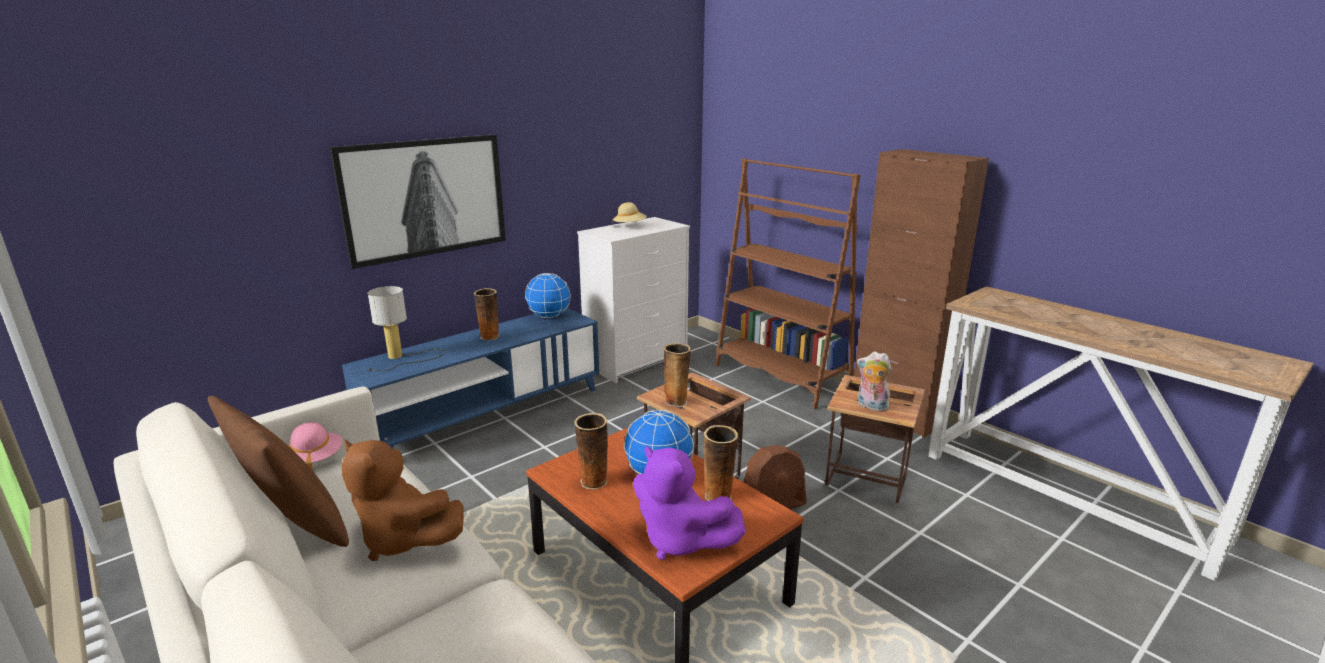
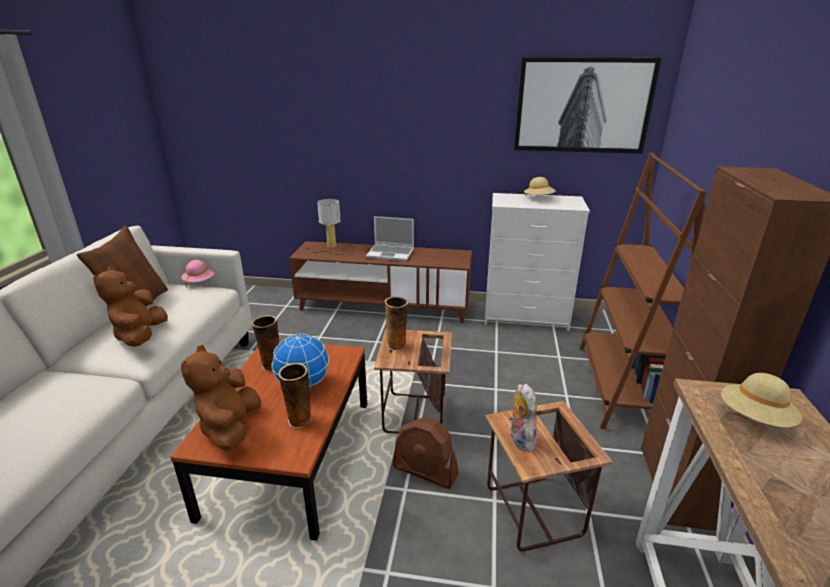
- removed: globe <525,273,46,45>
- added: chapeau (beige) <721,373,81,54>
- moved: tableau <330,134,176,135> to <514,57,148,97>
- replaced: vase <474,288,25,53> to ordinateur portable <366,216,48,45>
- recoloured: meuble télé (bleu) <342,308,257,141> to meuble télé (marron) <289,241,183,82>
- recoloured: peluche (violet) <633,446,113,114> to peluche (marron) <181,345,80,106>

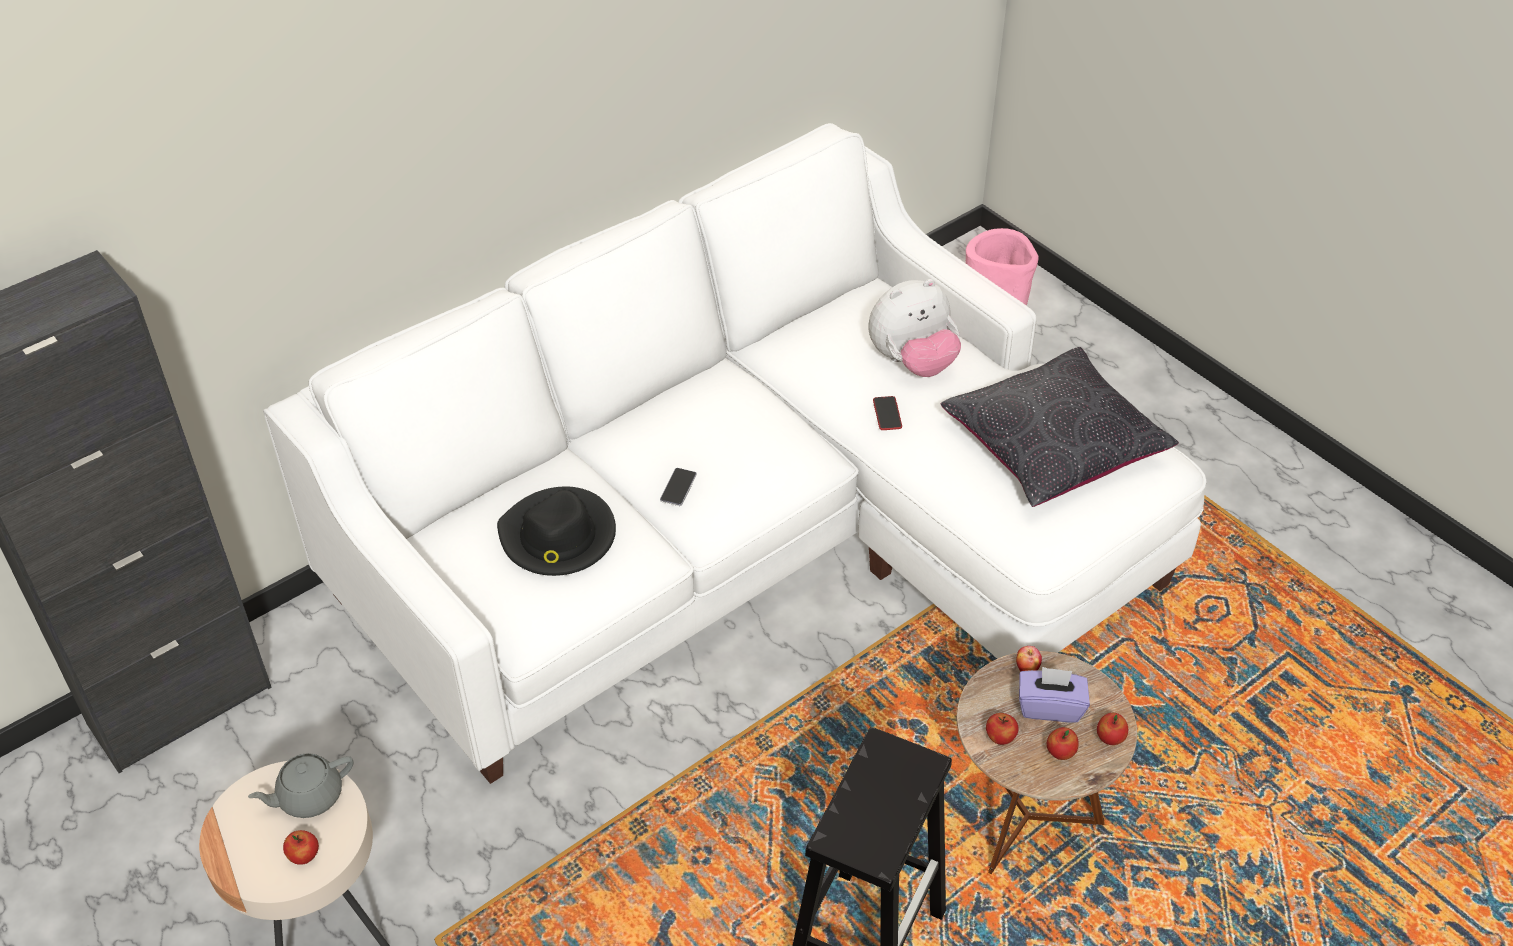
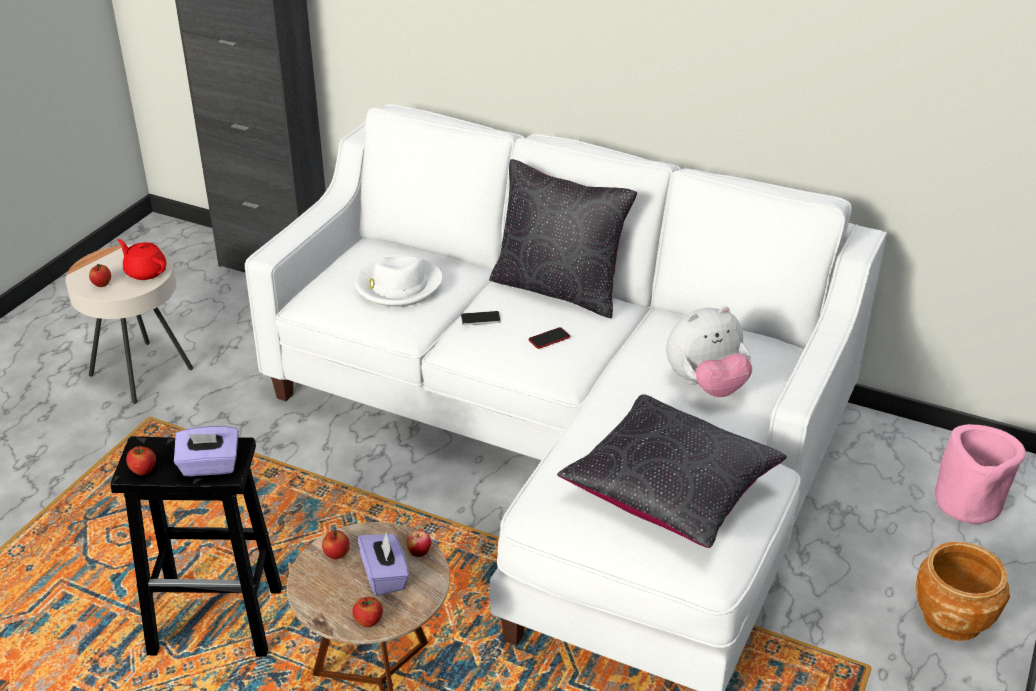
- added: boîte à mouchoirs (violet) <174,426,65,50>
- added: coussin (noir) <489,159,148,159>
- added: cache-pot (marron) <915,542,95,99>
- moved: téléphone <873,396,29,34> to <529,327,41,22>
- moved: pomme <1047,727,32,33> to <126,446,30,29>
- recoloured: théière (gris) <248,753,106,65> to théière (rouge) <118,239,48,41>
- recoloured: chapeau (noir) <497,486,119,90> to chapeau (blanc) <355,254,87,53>
- turned: peluche <868,279,93,98> = <666,306,86,91> 60 degrees counterclockwise

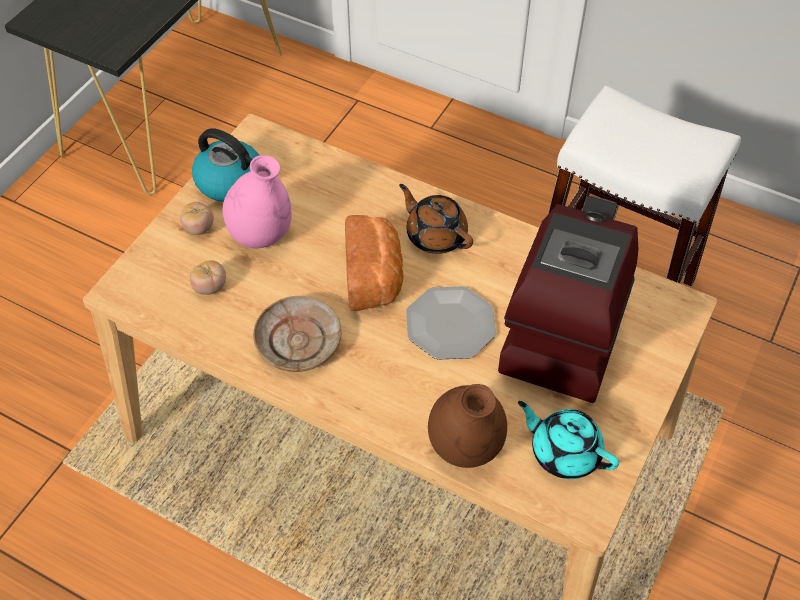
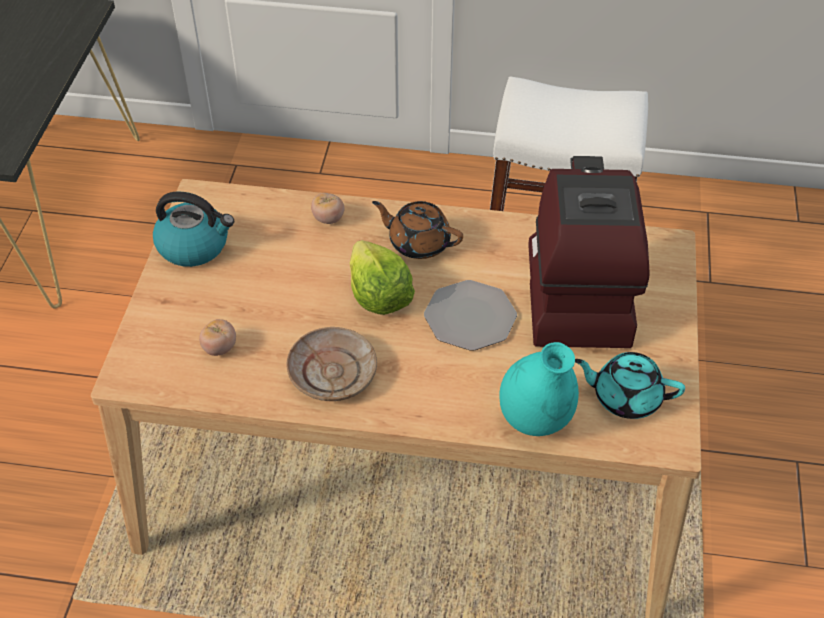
- removed: vase (rose) <223,155,69,94>
- moved: tomate <180,202,34,33> to <311,193,34,31>
- replaced: pain <345,215,59,96> to laitue <350,240,65,75>
- recoloured: vase (marron) <428,384,79,84> to vase (turquoise) <500,342,79,94>

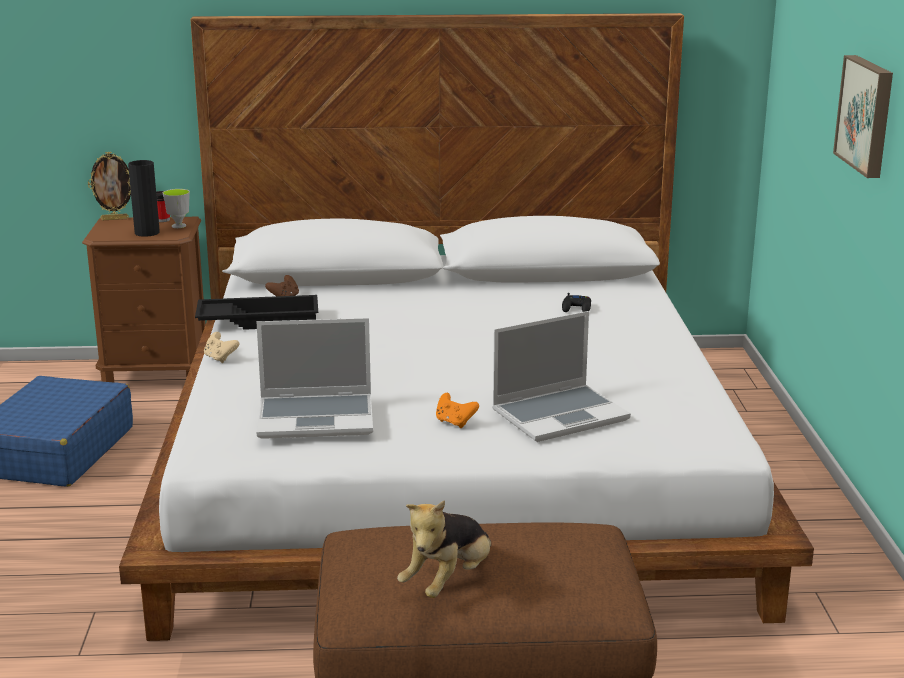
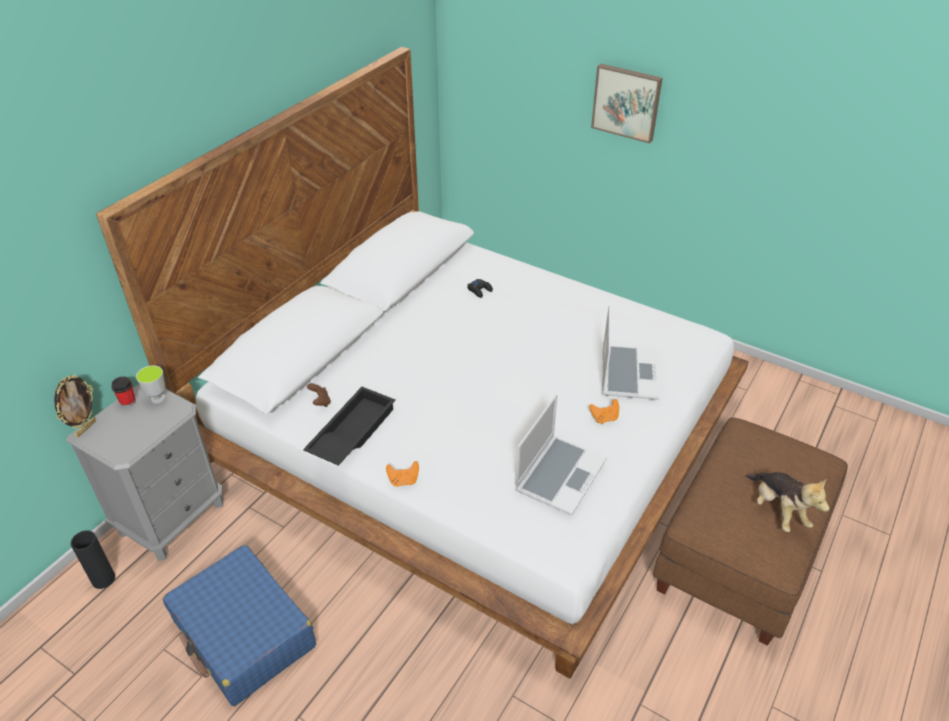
- moved: vase (noir) <128,160,32,77> to <71,530,44,59>
- recoloured: table de chevet (marron) <82,217,124,165> to table de chevet (gris) <66,384,157,177>
- recoloured: manette (beige) <204,332,35,31> to manette (orange) <386,461,33,26>

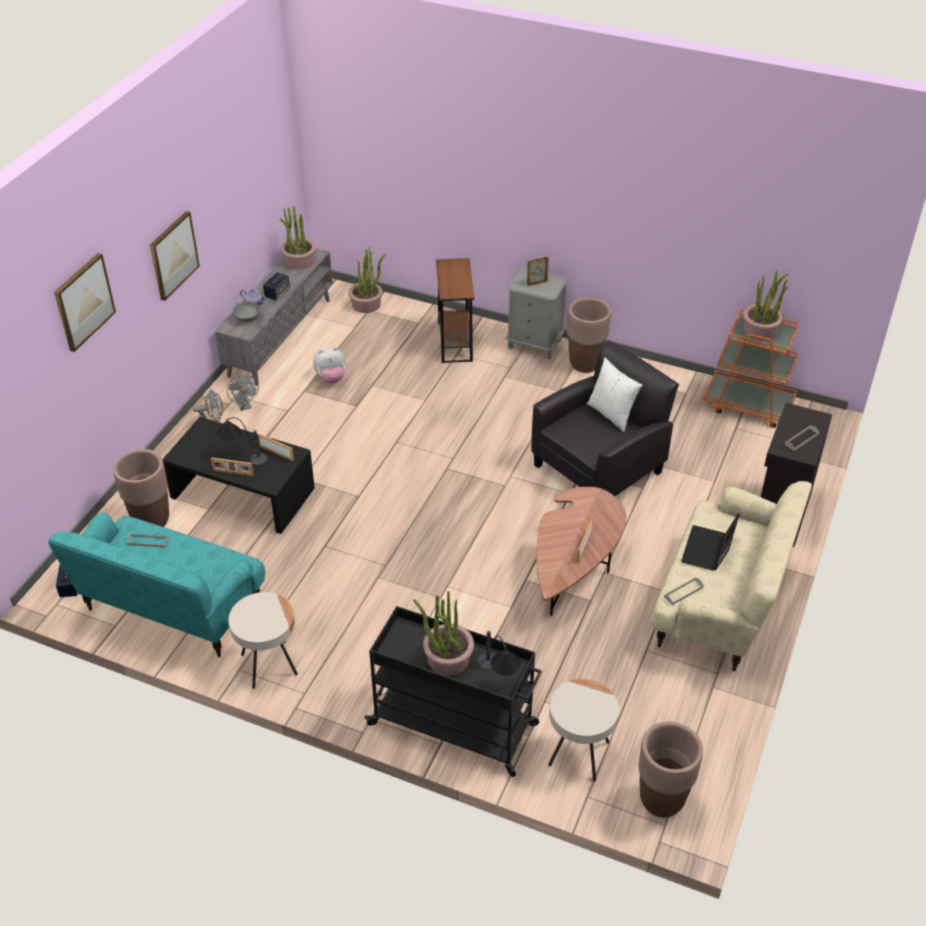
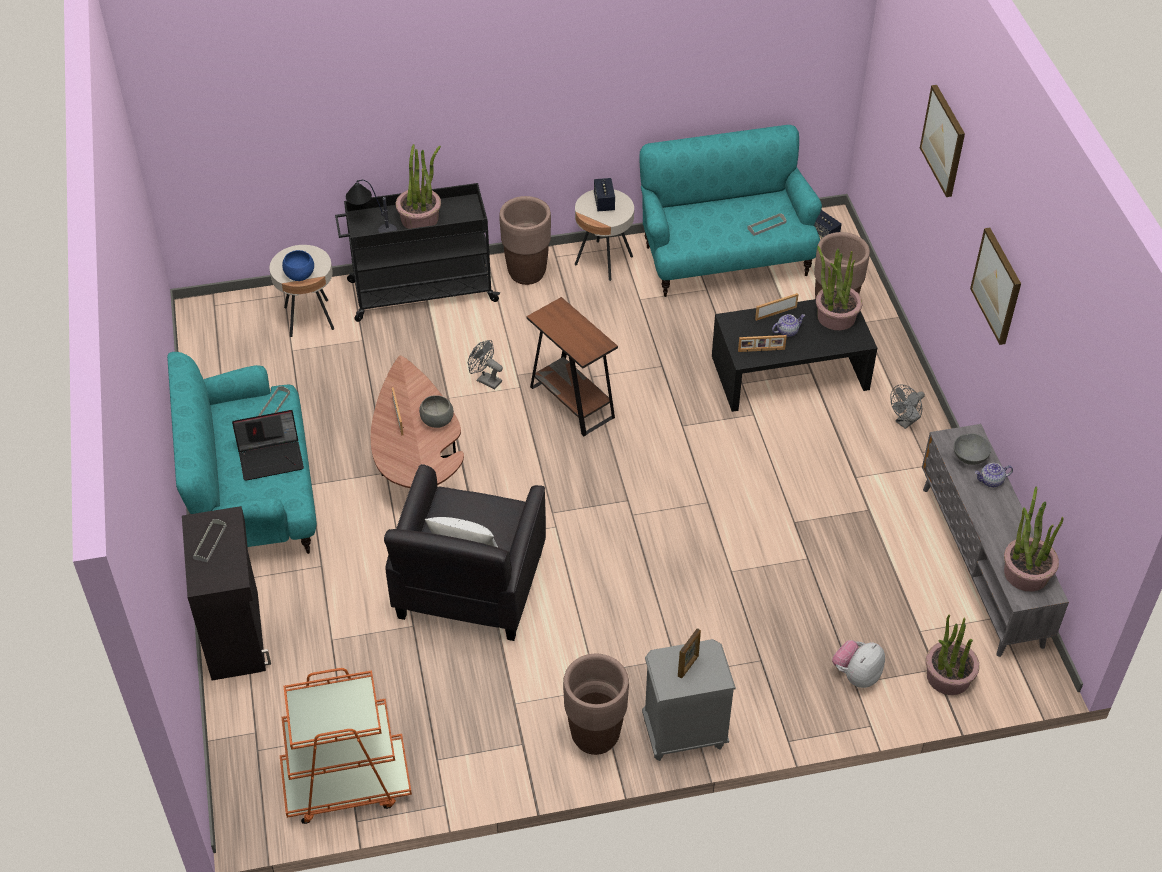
- added: bol (bleu) <282,250,32,31>
- added: bol (gris) <419,395,35,33>
- moved: ventilateur (gris) <227,375,32,36> to <468,340,35,49>
- moved: enceinte <263,273,27,27> to <594,178,21,33>
- moved: peluche <313,347,32,37> to <832,640,53,48>
- moved: table d'appoint (marron) <436,258,38,105> to <527,297,91,139>
- moved: cache-pot (marron) <639,722,64,95> to <499,196,52,89>
- moved: plante en pot <743,271,45,69> to <816,246,47,84>
- replaced: lampe de table <217,417,51,48> to théière <772,314,33,23>
- recoloured: canapé (beige) <651,481,161,190> to canapé (turquoise) <167,352,150,202>
- turned: ordinateur portable <681,513,58,58> = <232,410,72,71> 90 degrees clockwise

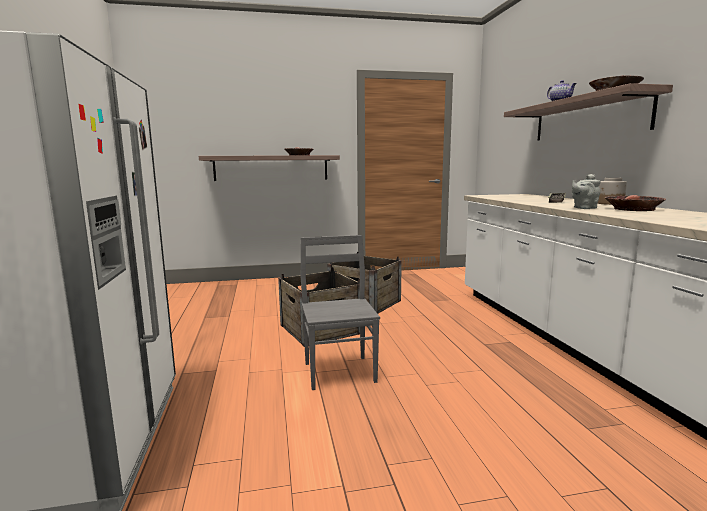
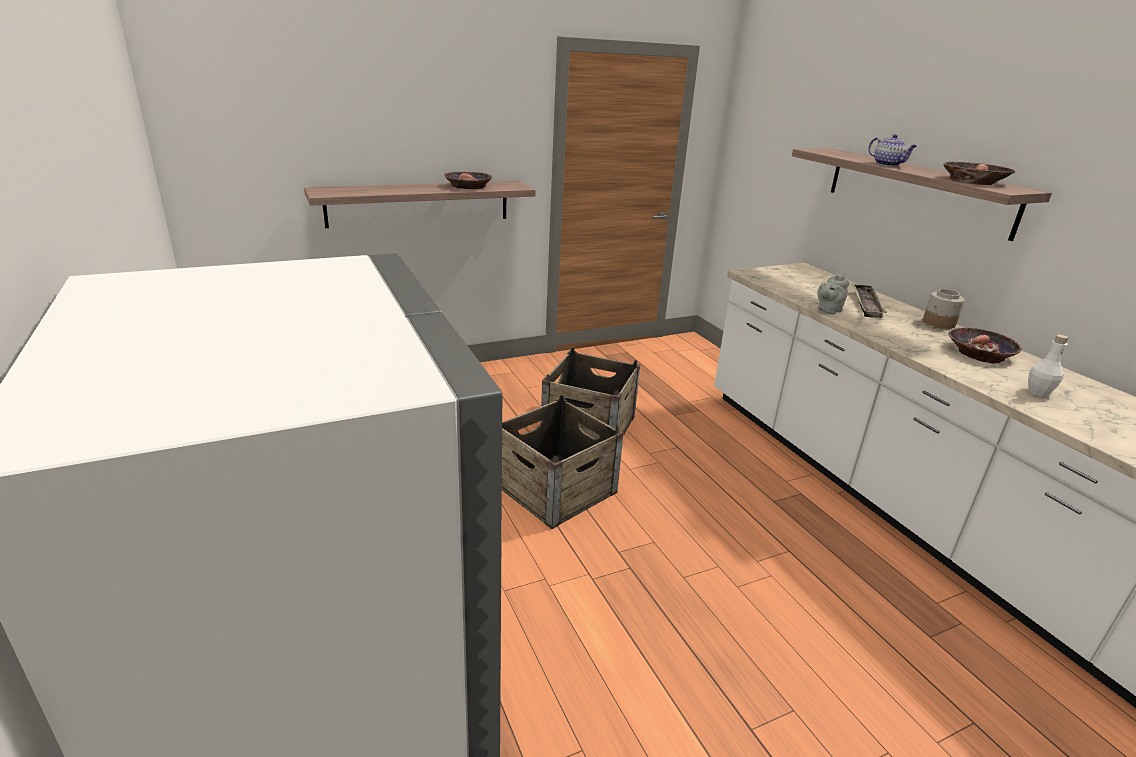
- removed: chaise (gris) <300,235,80,155>
- added: bouteille (blanc) <1028,334,40,63>
- moved: théière (gris) <572,174,29,35> to <817,273,33,42>

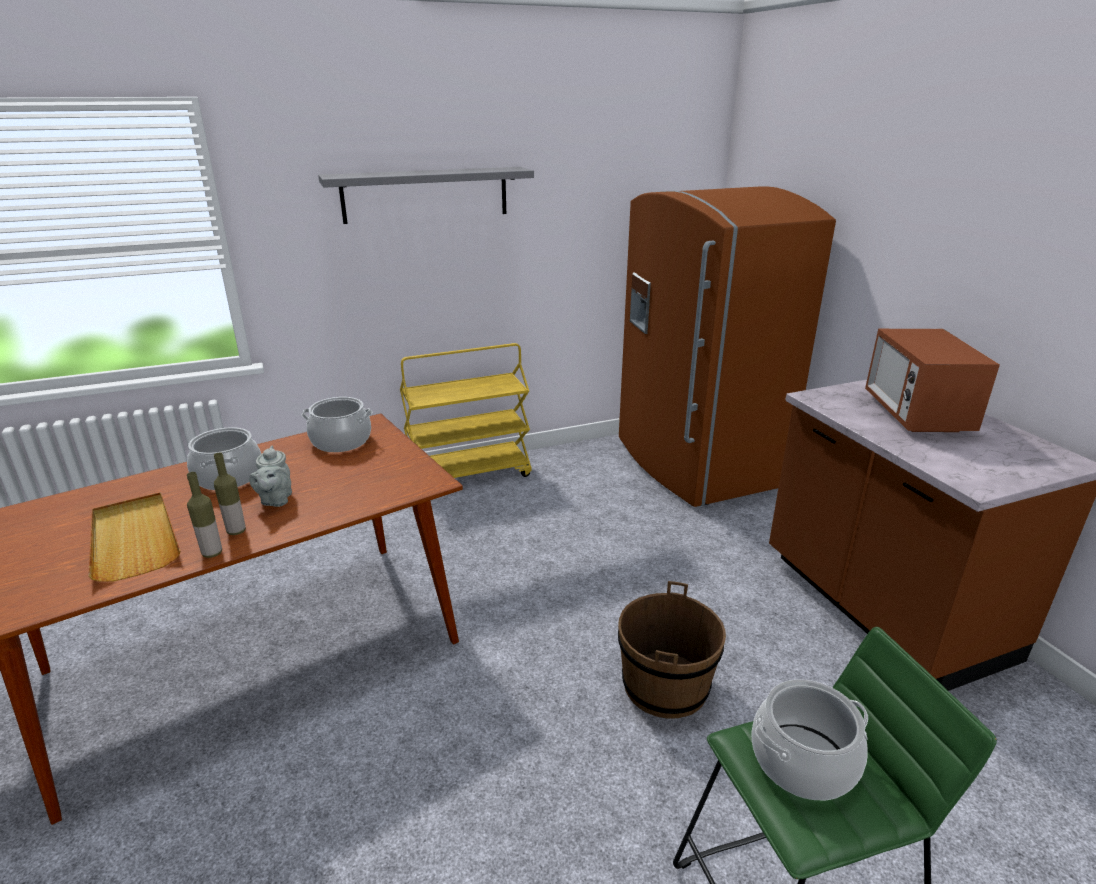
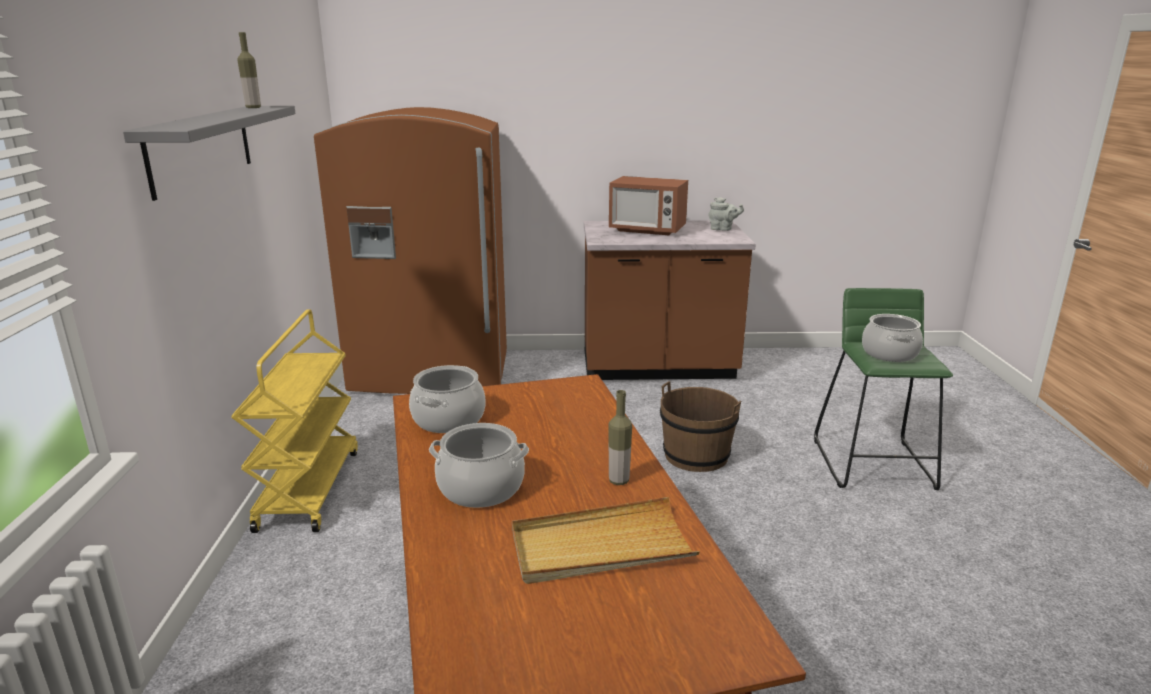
- moved: bouteille <187,472,35,86> to <237,32,24,76>
- moved: théière (gris) <249,445,43,62> to <708,197,36,34>

